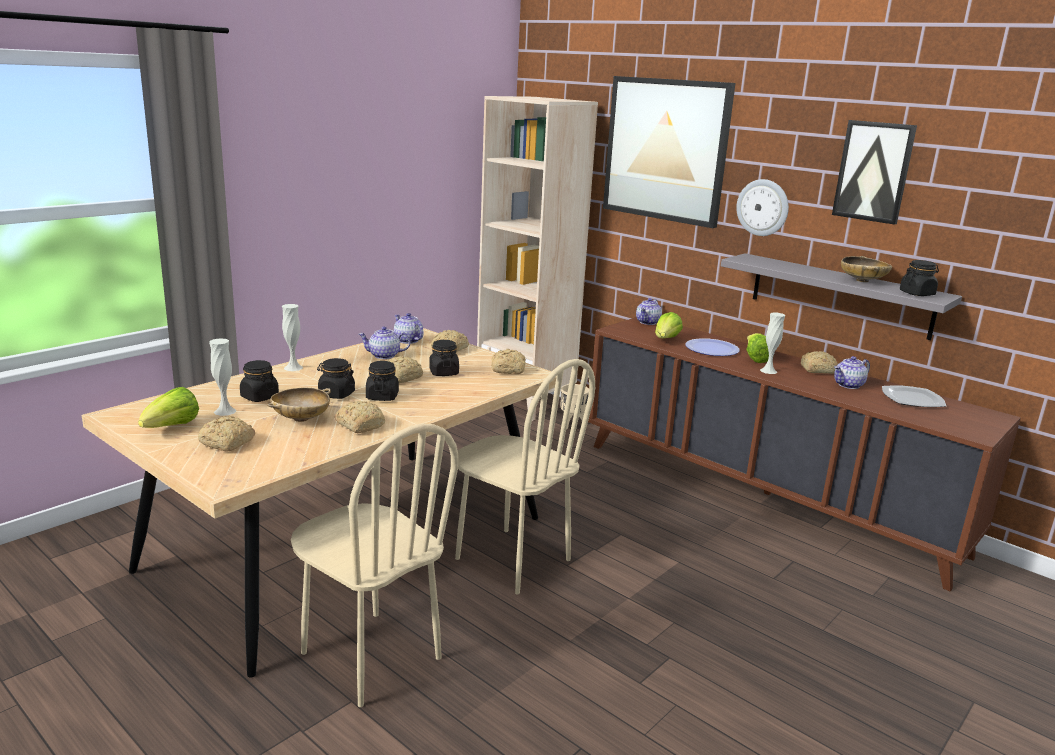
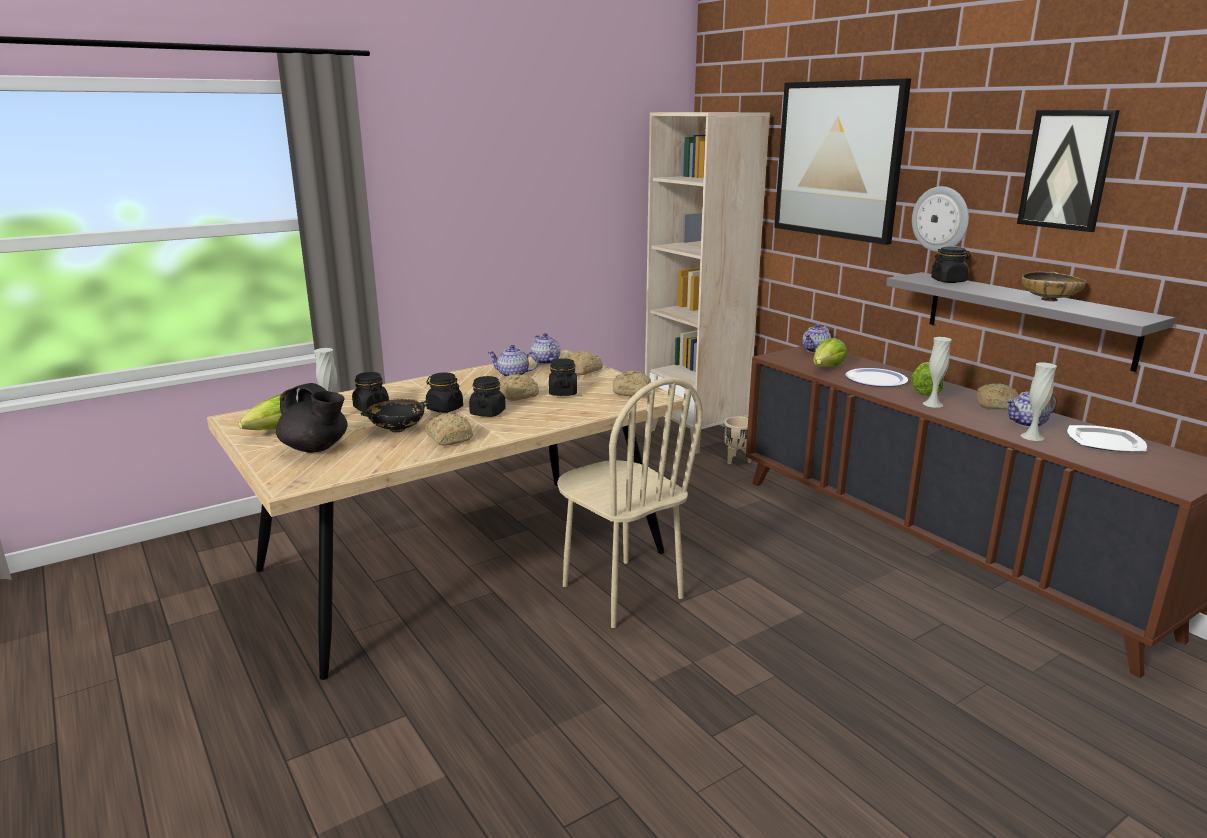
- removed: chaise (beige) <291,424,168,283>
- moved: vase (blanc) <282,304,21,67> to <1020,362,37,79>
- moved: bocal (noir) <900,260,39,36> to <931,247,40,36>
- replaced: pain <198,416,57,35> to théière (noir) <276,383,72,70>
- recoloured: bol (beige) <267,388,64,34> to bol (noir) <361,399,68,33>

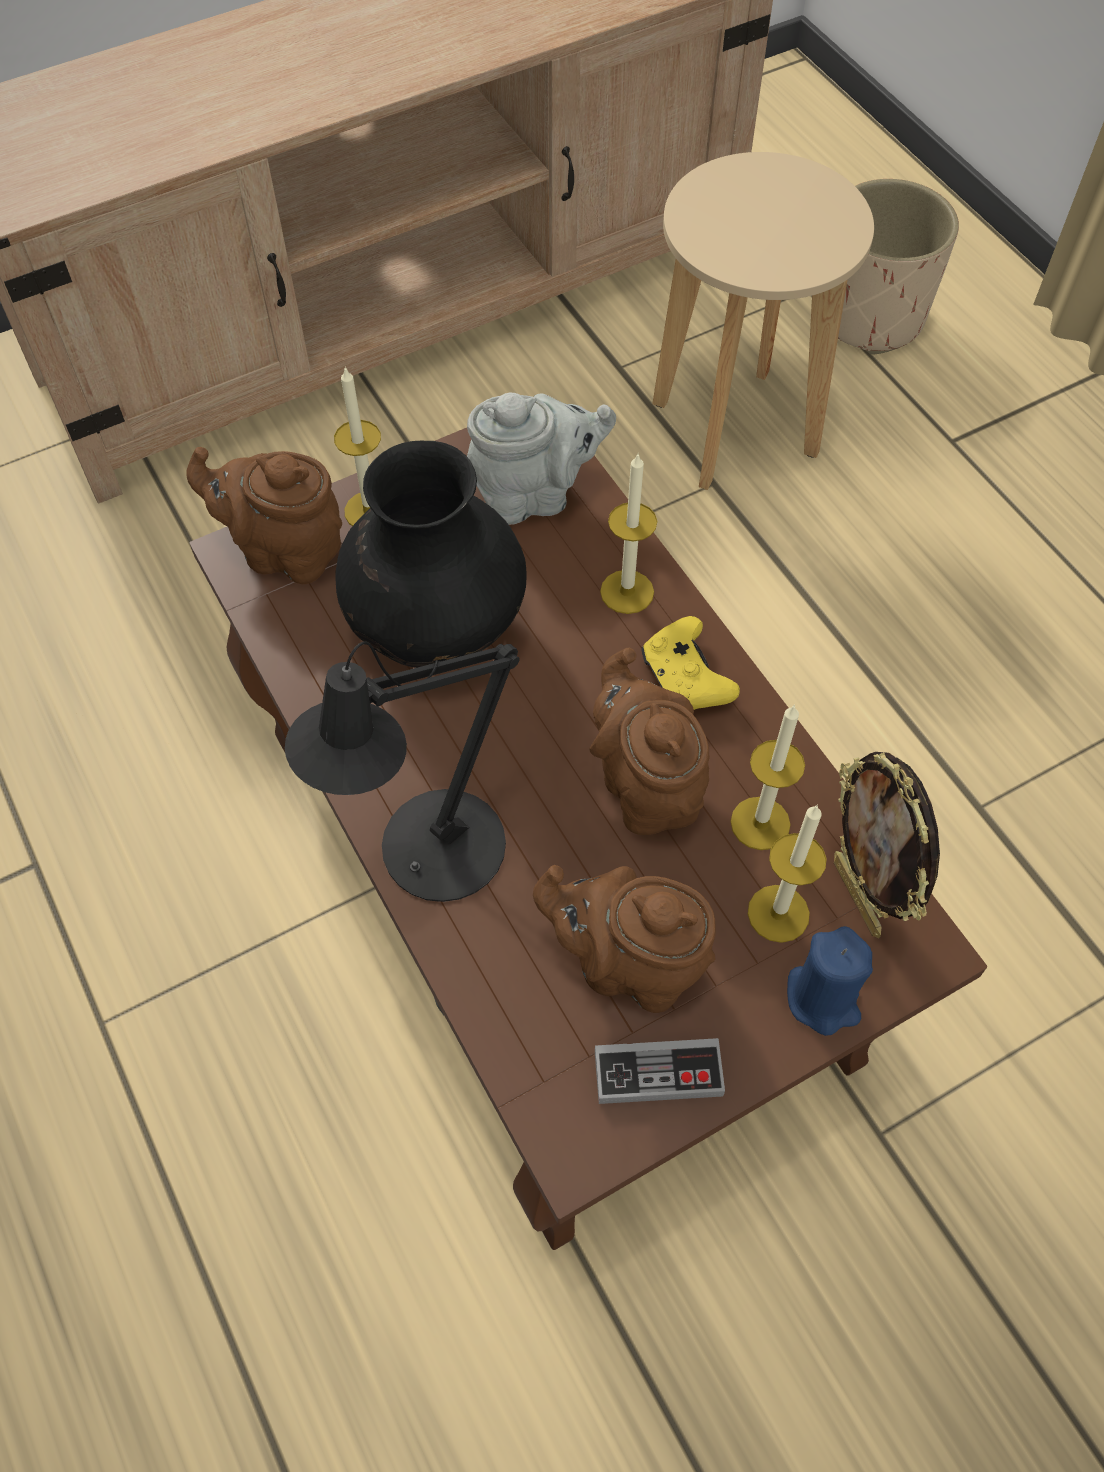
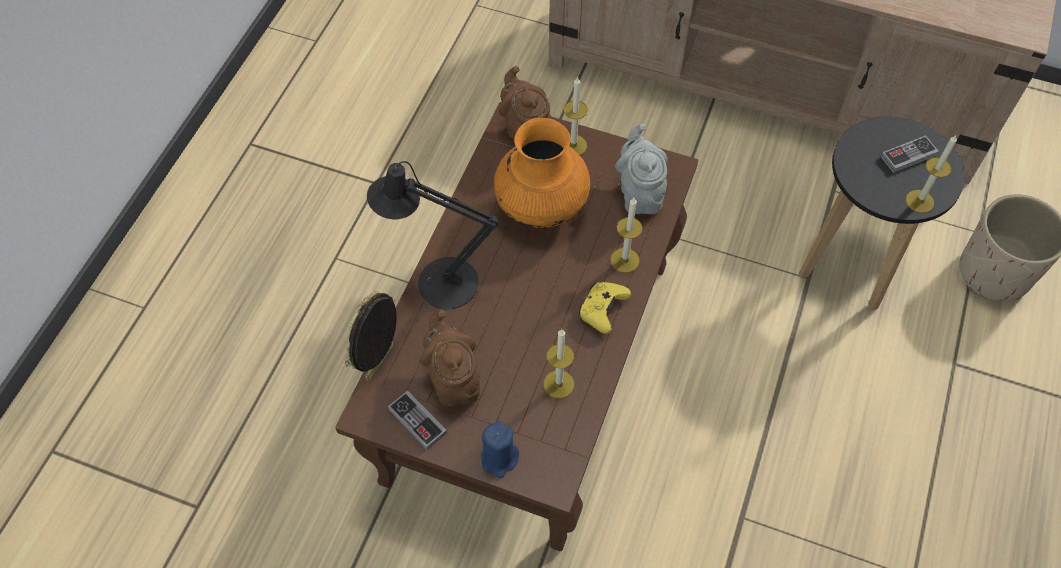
- removed: théière (marron) <589,648,121,187>
- added: manette <881,135,58,38>
- moved: bougie <748,804,79,139> to <906,135,51,78>
- moved: cadre photo <834,752,106,186> to <345,290,52,91>
- recoloured: vase (noir) <335,441,192,227> to vase (orange) <494,118,96,110>
- recoloured: tabouret (beige) <652,152,222,338> to tabouret (noir) <799,117,166,193>
- turned: théière (gris) <467,392,149,133> = <615,124,53,90> 135 degrees counterclockwise

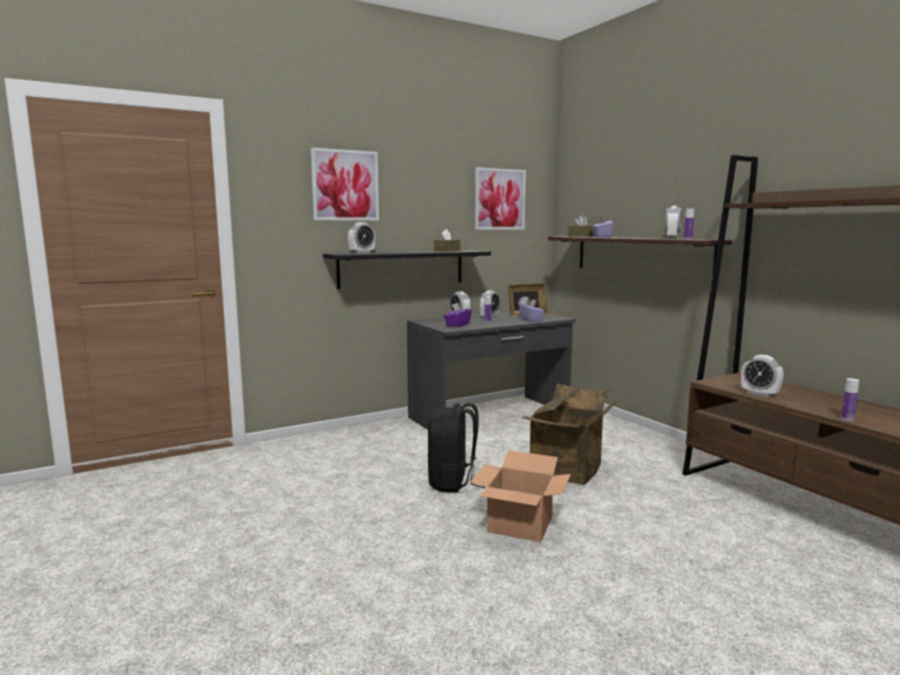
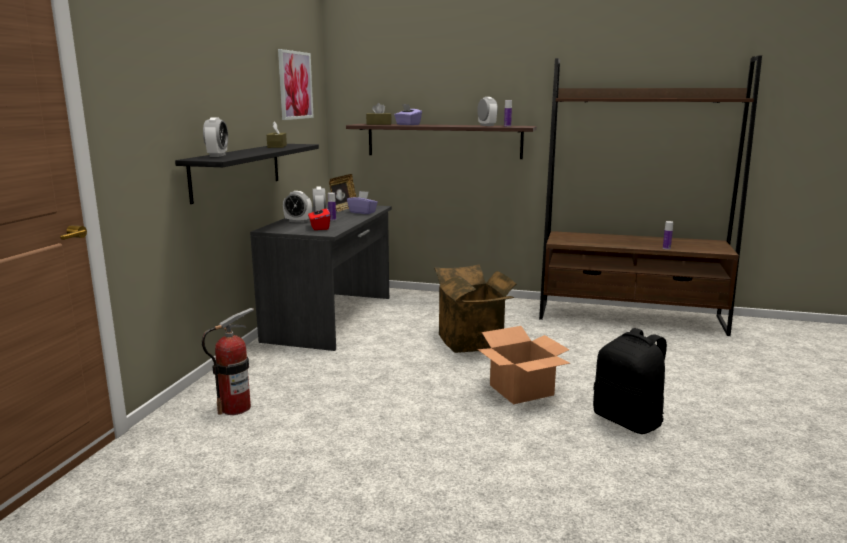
- removed: tableau <310,148,69,73>
- removed: réveil <741,355,42,42>
- added: extincteur <202,308,52,107>
- moved: sac à dos (noir) <428,403,57,90> to <593,328,74,106>
- recoloured: boîte à mouchoirs (violet) <444,303,28,24> to boîte à mouchoirs (rouge) <308,204,22,26>

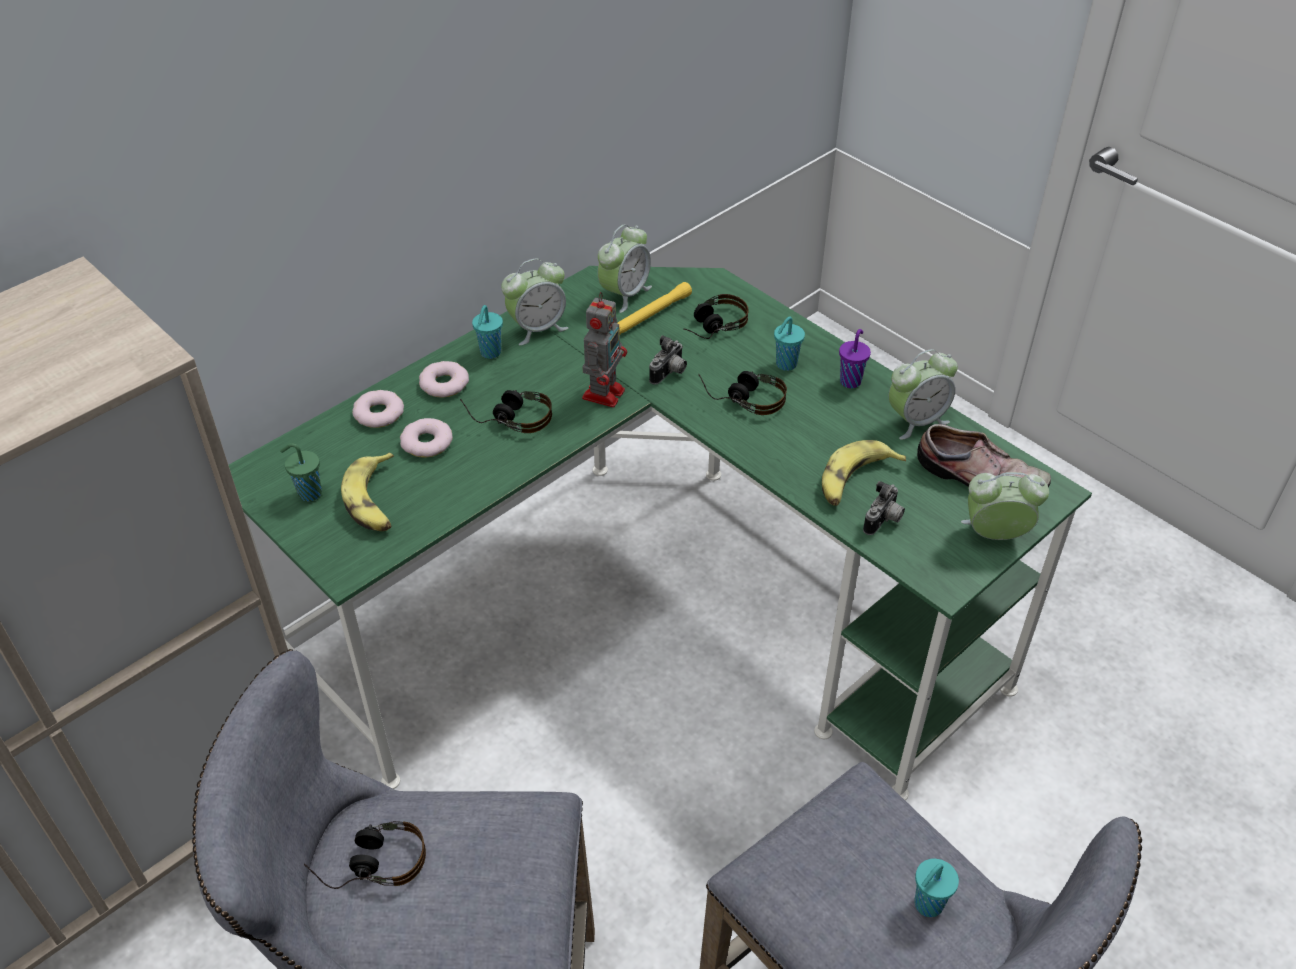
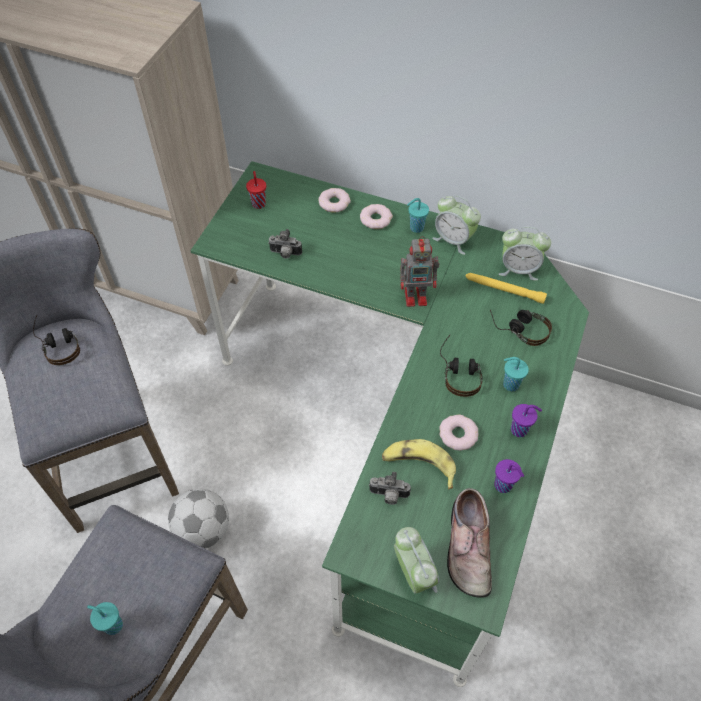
- removed: banane <341,453,53,78>
- removed: casque audio <460,390,92,43>
- added: ballon de foot <168,489,61,60>
- moved: beignet <400,418,53,40> to <439,415,40,36>
- moved: appareil photo <649,335,38,49> to <268,229,34,30>
- replaced: réveil <889,349,69,91> to tasse (violet) <494,459,30,34>
- recoloured: tasse (vert) <280,443,42,58> to tasse (rouge) <246,171,20,38>

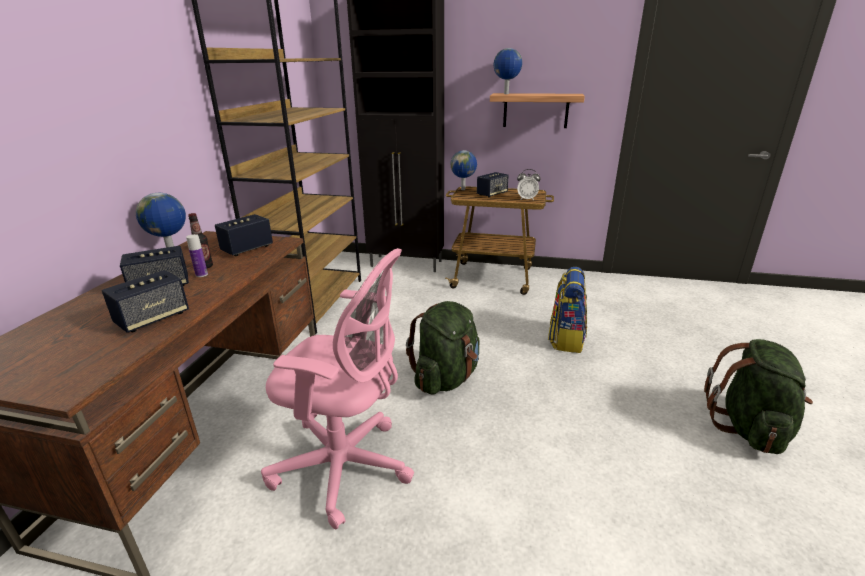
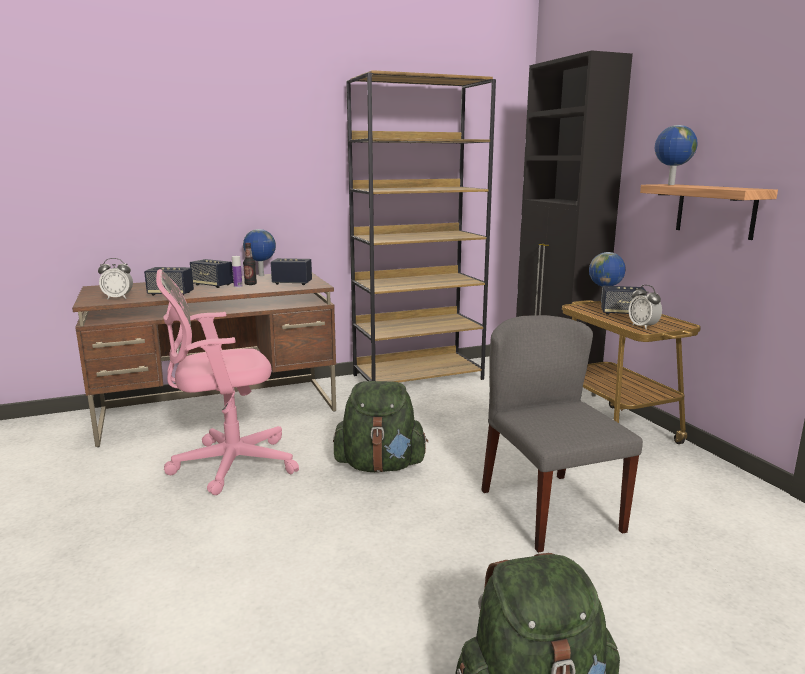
- added: réveil <98,258,35,41>
- replaced: sac à dos <548,267,39,86> to chaise (gris) <481,315,162,238>
- turned: chaise de bureau (rose) <261,248,153,282> = <156,269,143,226> 90 degrees clockwise

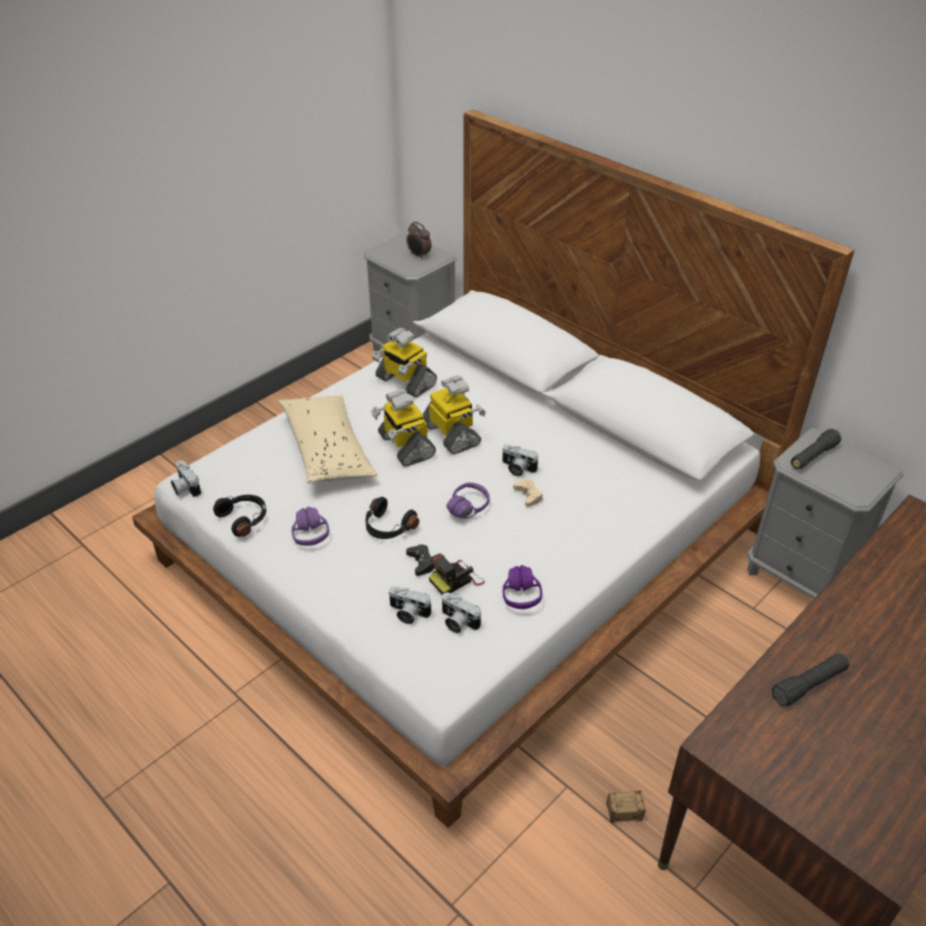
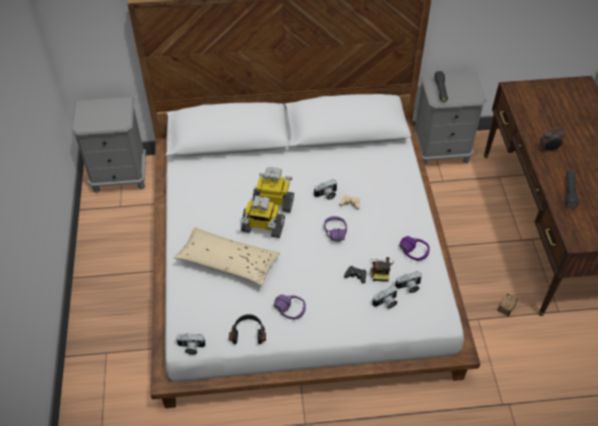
- removed: casque audio (noir) <365,497,54,42>
- removed: robot jouet <372,328,65,70>
- moved: réveil <407,222,25,37> to <540,128,25,24>

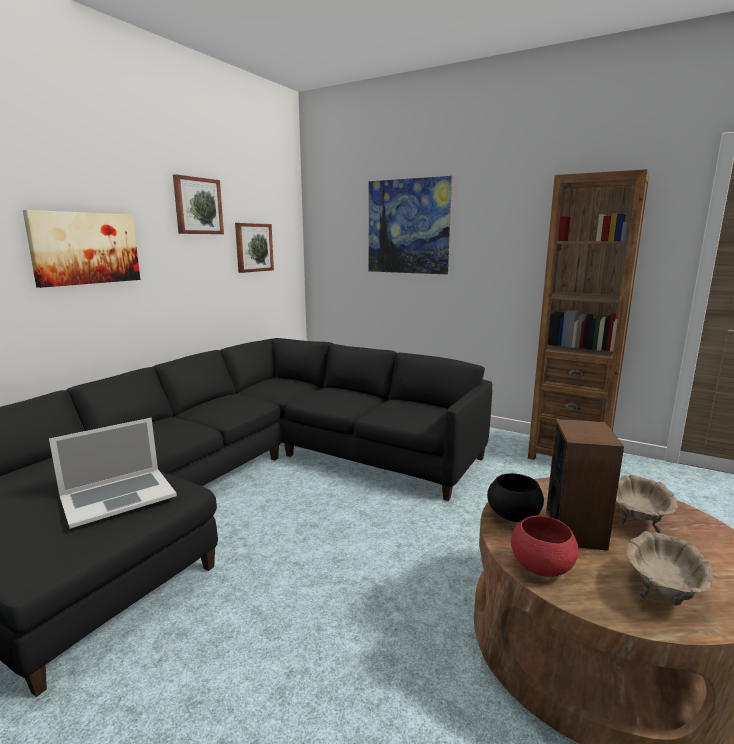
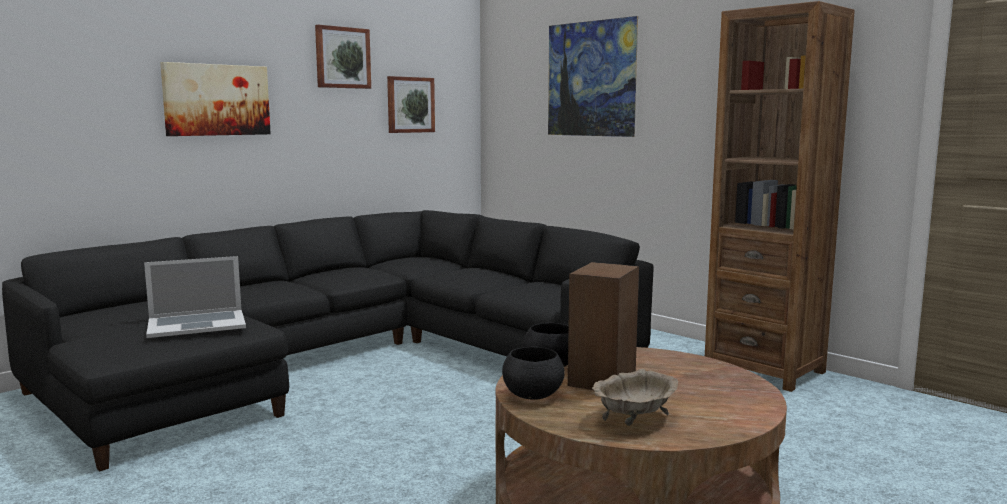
- removed: bol (beige) <616,475,62,58>
- recoloured: bol (rouge) <511,516,68,61> to bol (noir) <502,346,63,54>

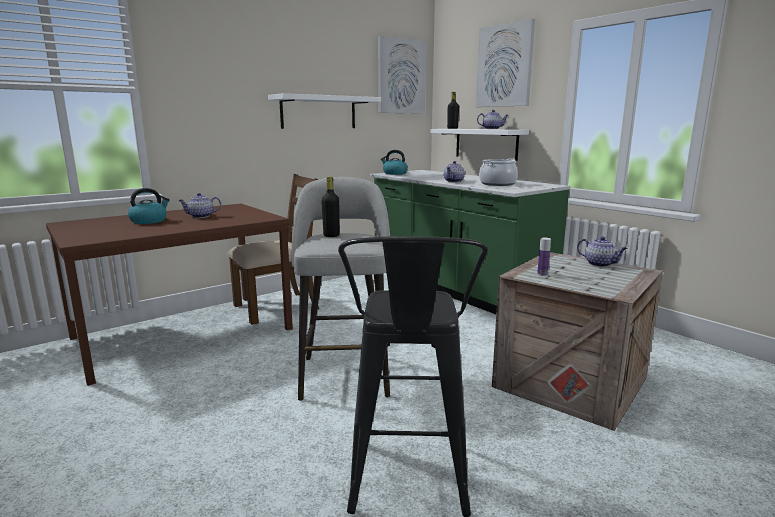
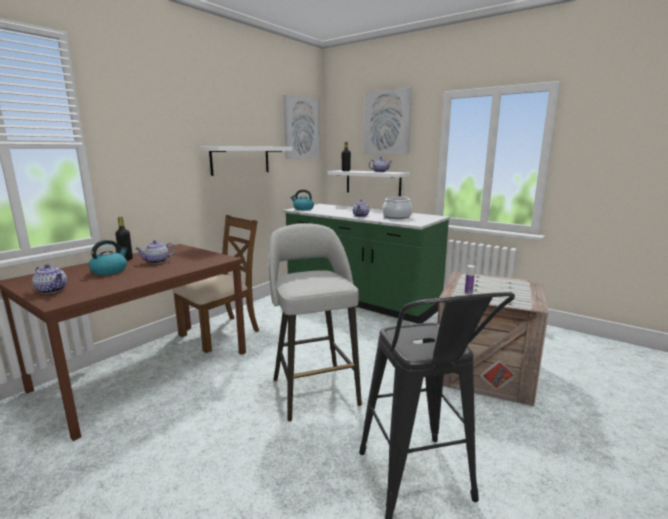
- moved: bouteille (noir) <322,177,18,60> to <115,217,18,43>
- moved: théière <577,236,51,31> to <32,264,35,30>

